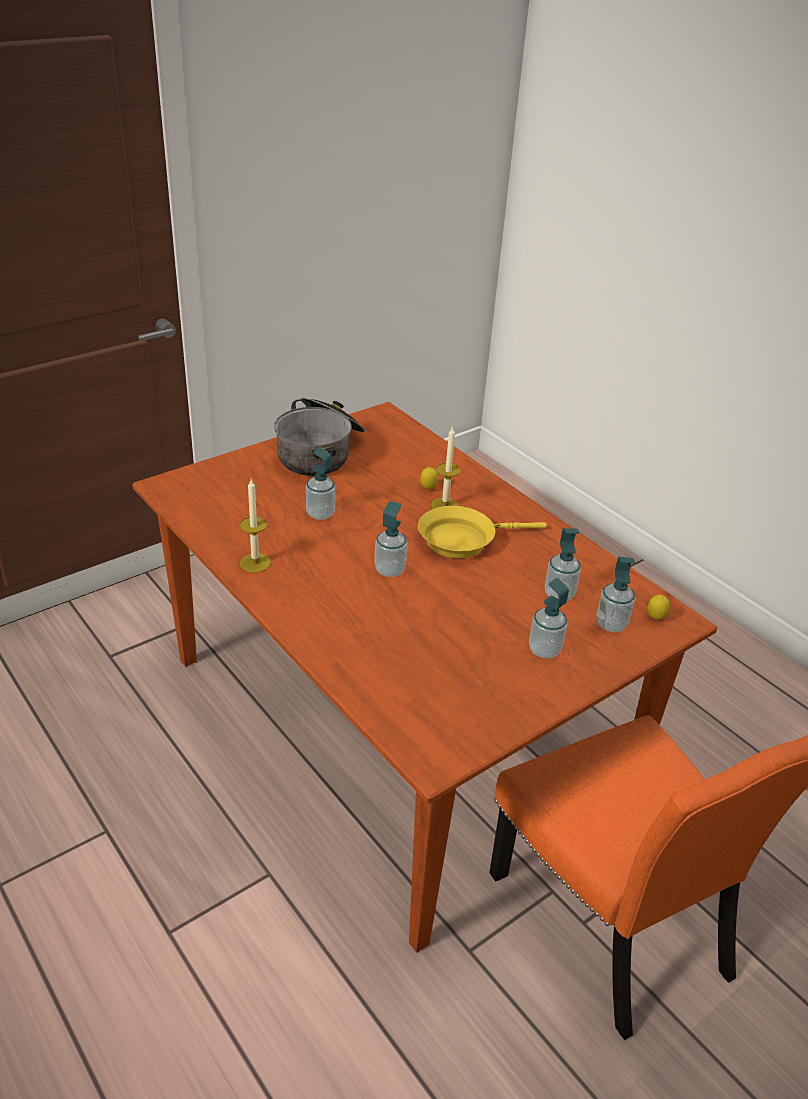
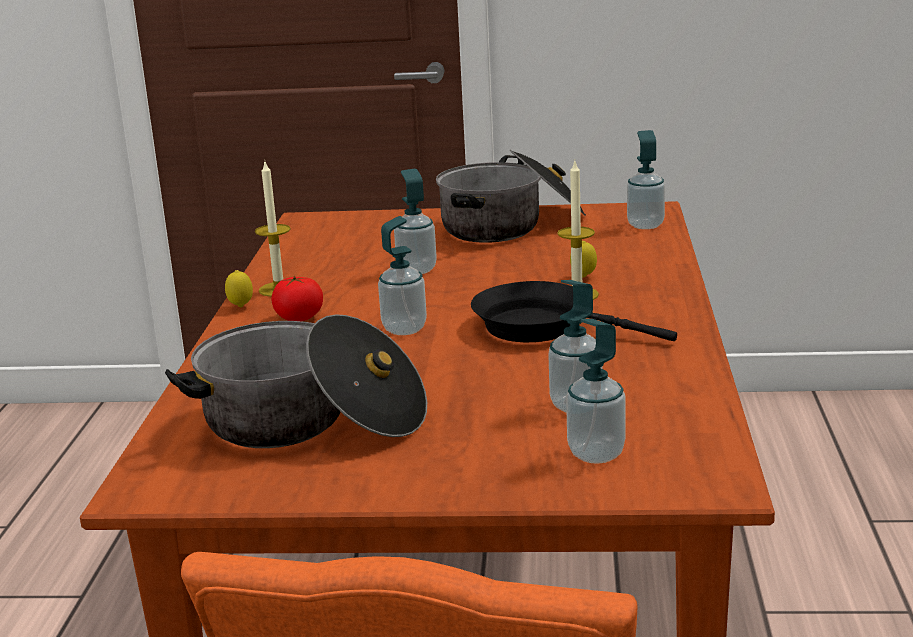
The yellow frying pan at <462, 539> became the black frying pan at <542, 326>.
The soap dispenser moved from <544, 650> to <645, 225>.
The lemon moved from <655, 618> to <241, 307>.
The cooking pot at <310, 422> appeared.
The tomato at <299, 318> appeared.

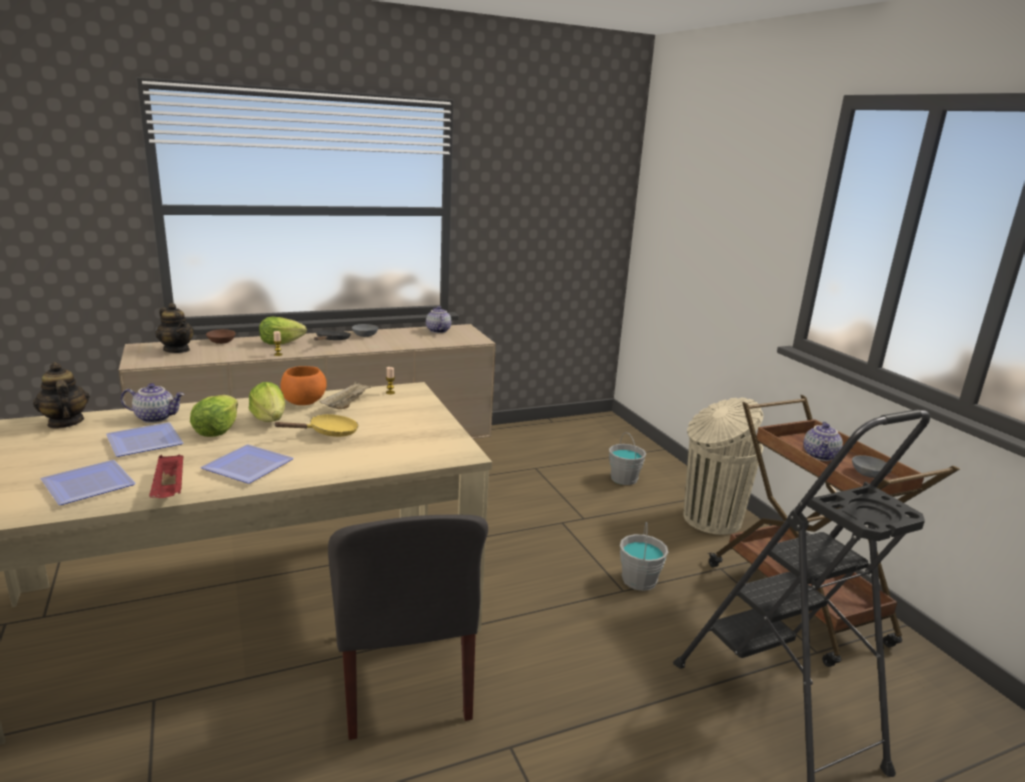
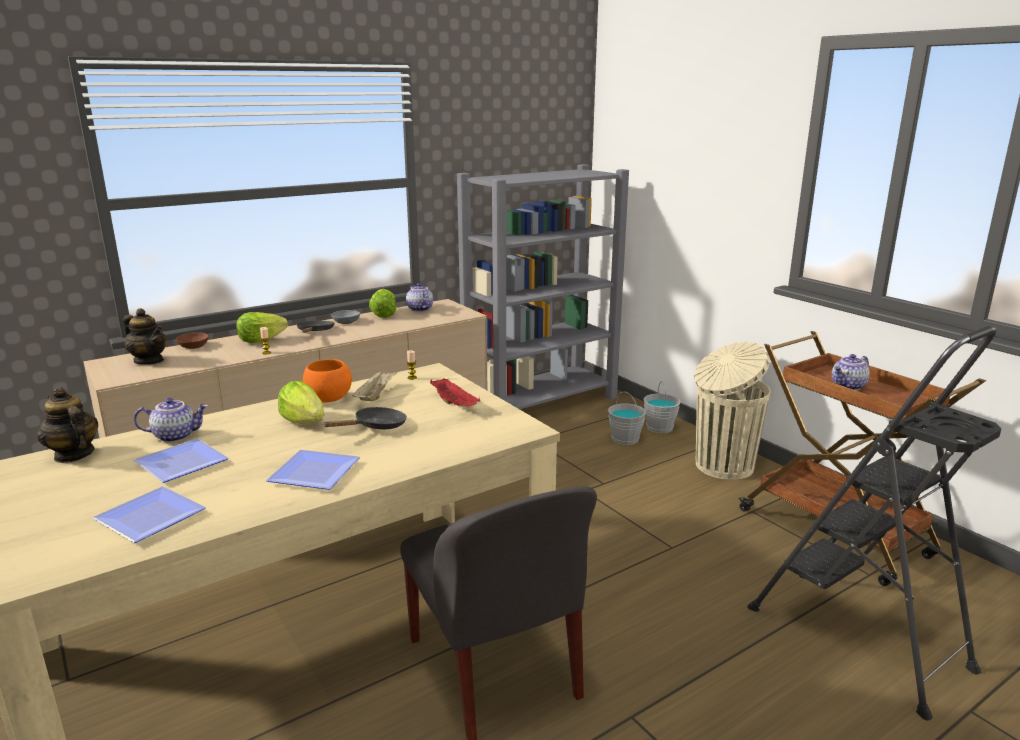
The red tray moved from <170, 490> to <455, 404>.
The lettuce moved from <217, 431> to <384, 315>.
The yellow frying pan at <328, 433> became the black frying pan at <376, 427>.
The grey bucket moved from <638, 580> to <659, 427>.
The teapot at <821, 456> turned 45 degrees clockwise.
The grey bowl at <870, 473> disappeared.
The grey bookcase at <541, 403> appeared.

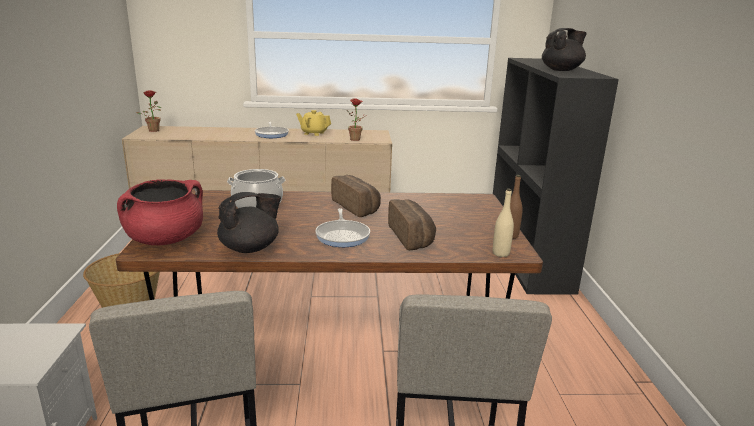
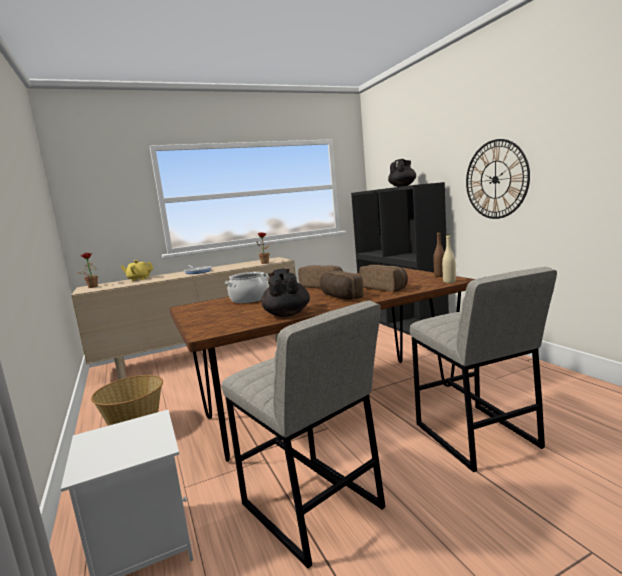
The red cooking pot at <166, 239> disappeared.
The black teapot at <250, 248> turned 45 degrees counterclockwise.
The yellow teapot moved from <313, 133> to <139, 279>.
The frying pan at <343, 235> was replaced by the bread at <339, 297>.
The wall clock at <495, 179> appeared.

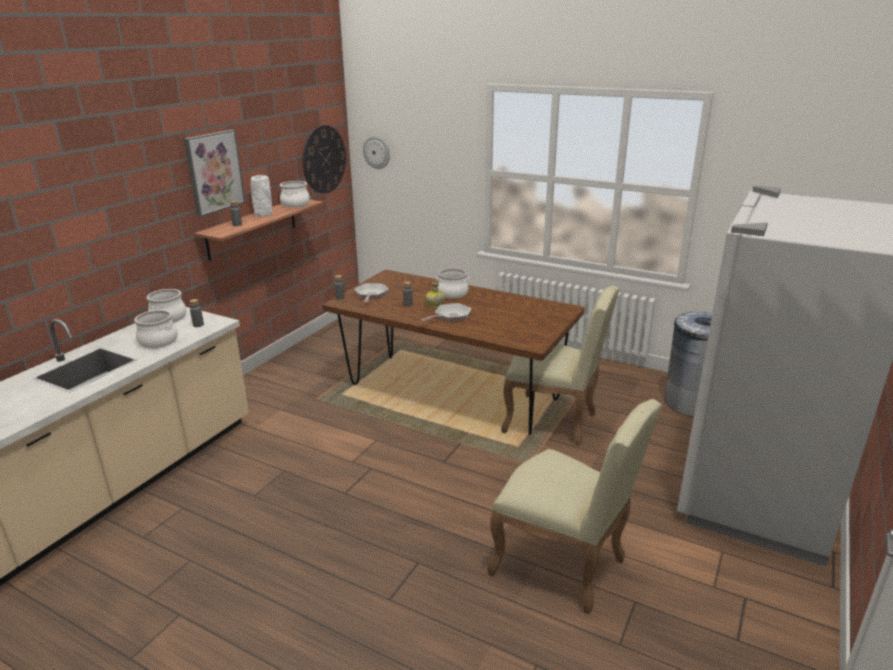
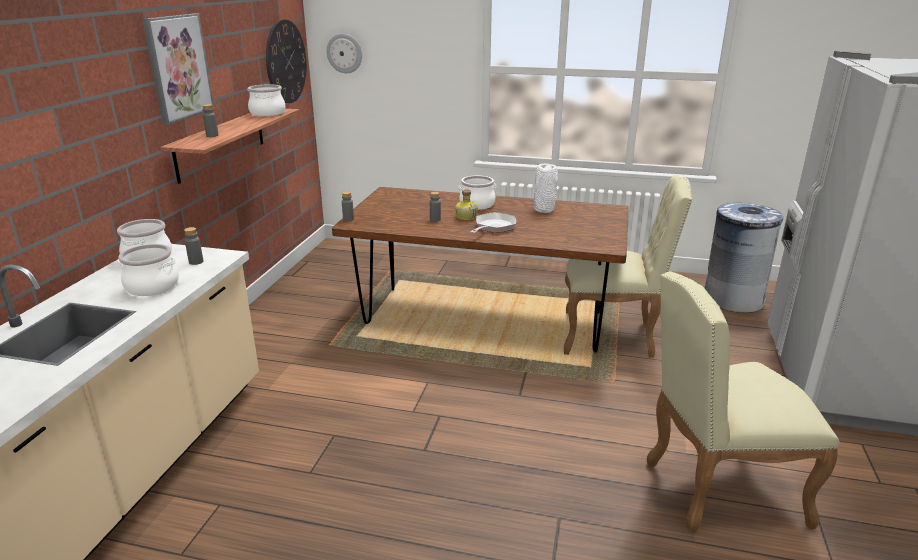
The white vase moved from <263, 214> to <543, 210>.
The frying pan at <371, 295> disappeared.
The beige chair at <562, 565> turned 150 degrees clockwise.

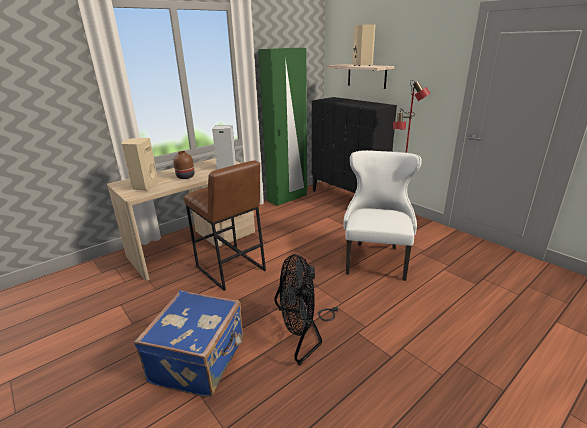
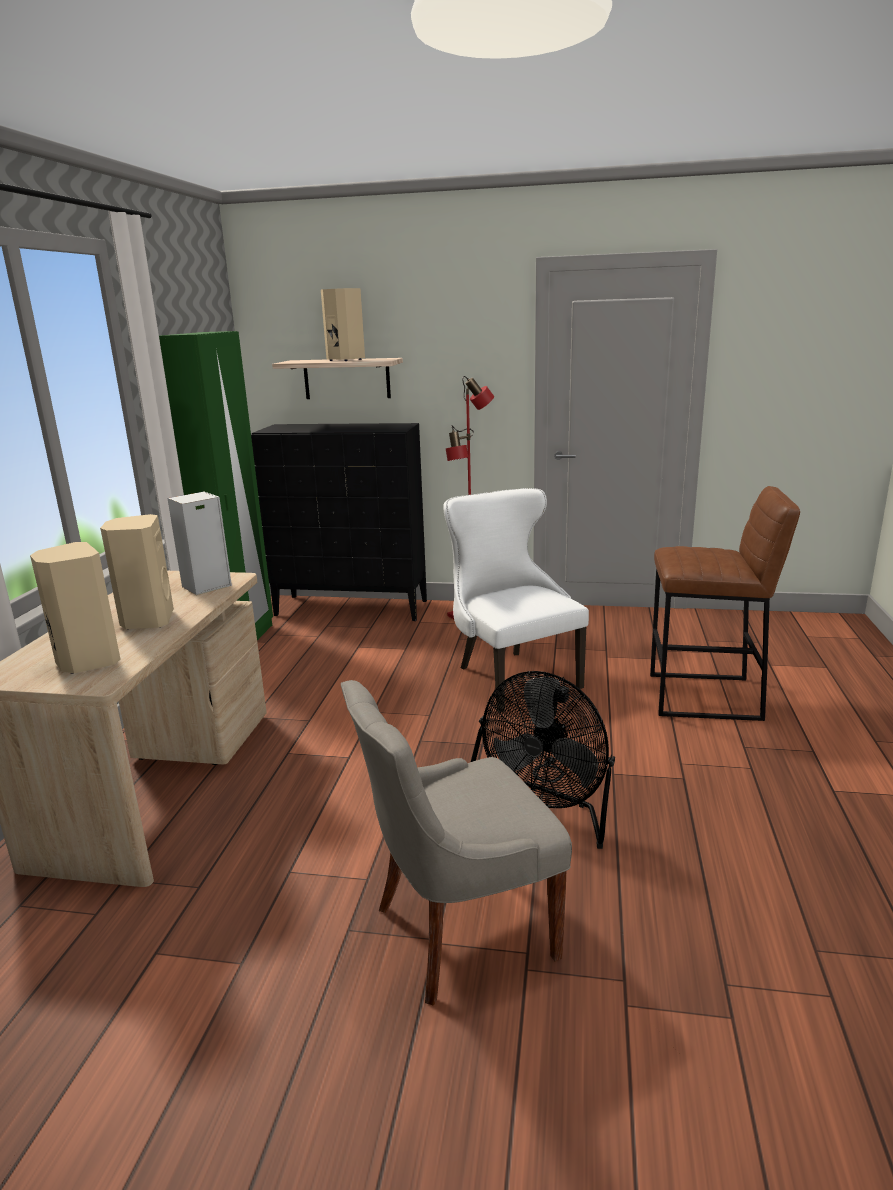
The blue suitcase at <200, 360> was replaced by the grey chair at <459, 931>.
The brown vase at <185, 176> was replaced by the beige speaker at <147, 621>.
The brown stool moved from <231, 269> to <706, 696>.

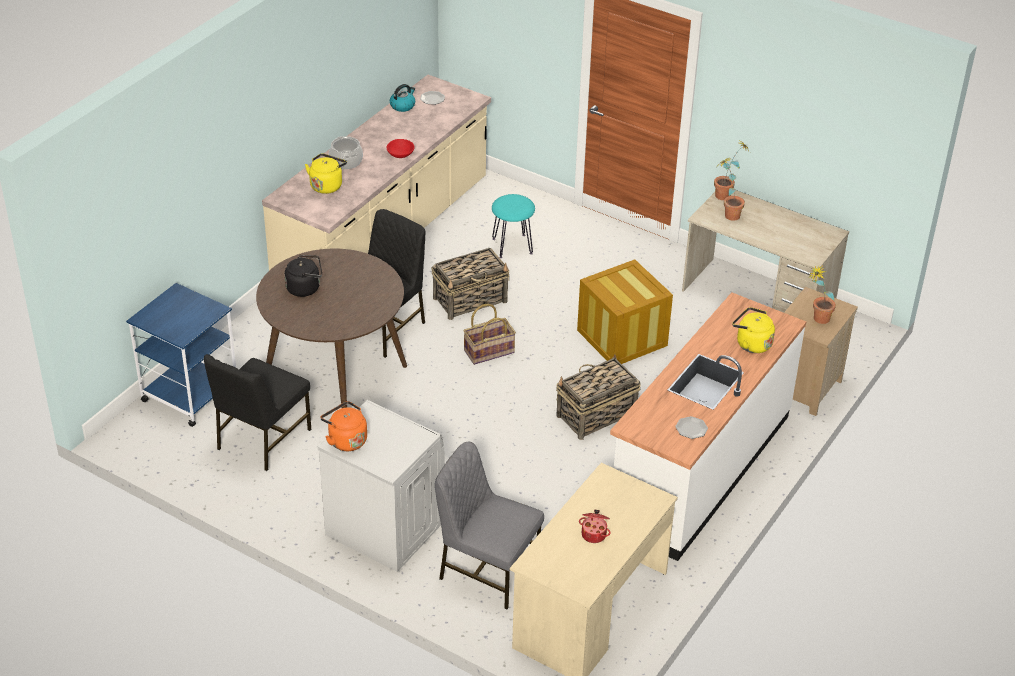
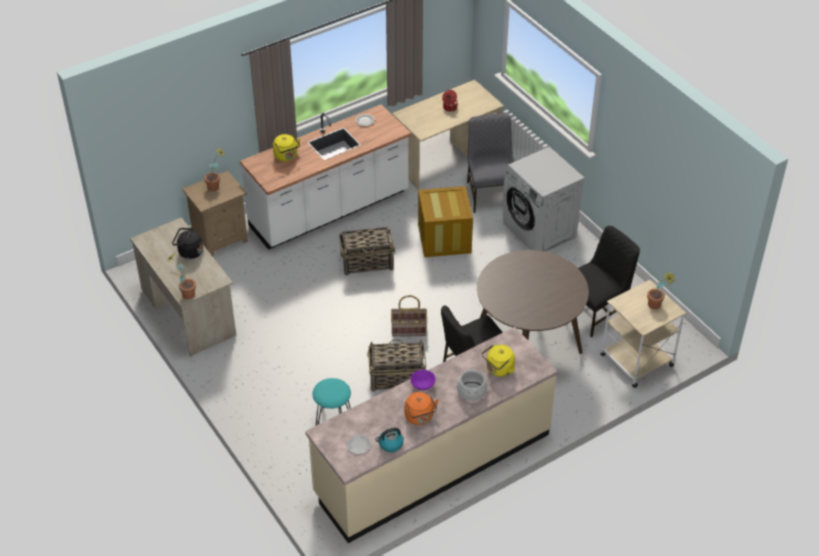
The blue cart at <191, 393> became the beige cart at <636, 361>.
The black kettle moved from <305, 288> to <189, 252>.
The orange kettle moved from <345, 440> to <420, 417>.
The red bowl at <400, 155> became the purple bowl at <422, 384>.
The grey chair at <487, 570> turned 150 degrees counterclockwise.
The crate moved from <622, 338> to <444, 238>.
The potted plant moved from <727, 214> to <656, 307>.

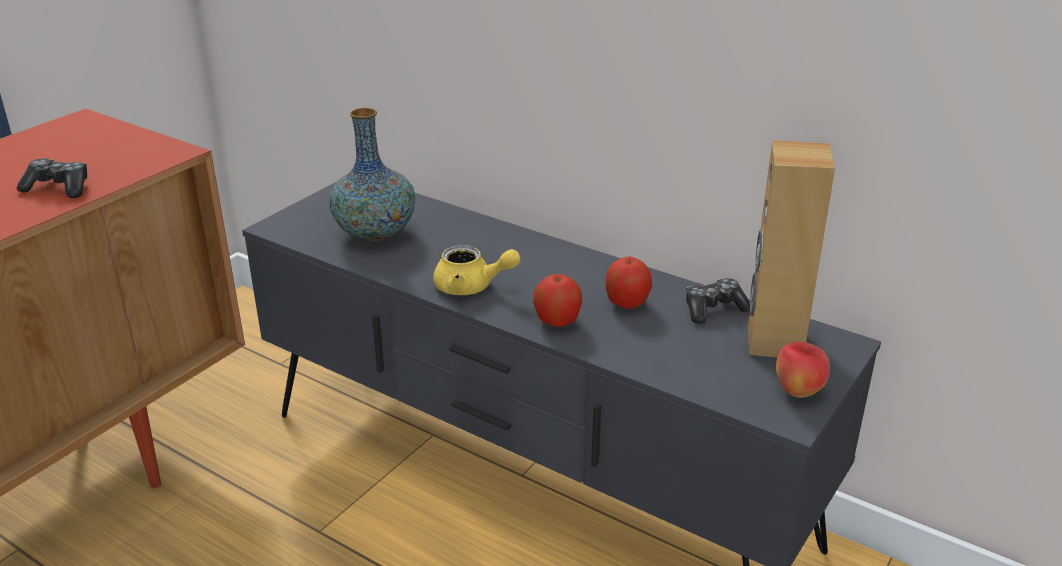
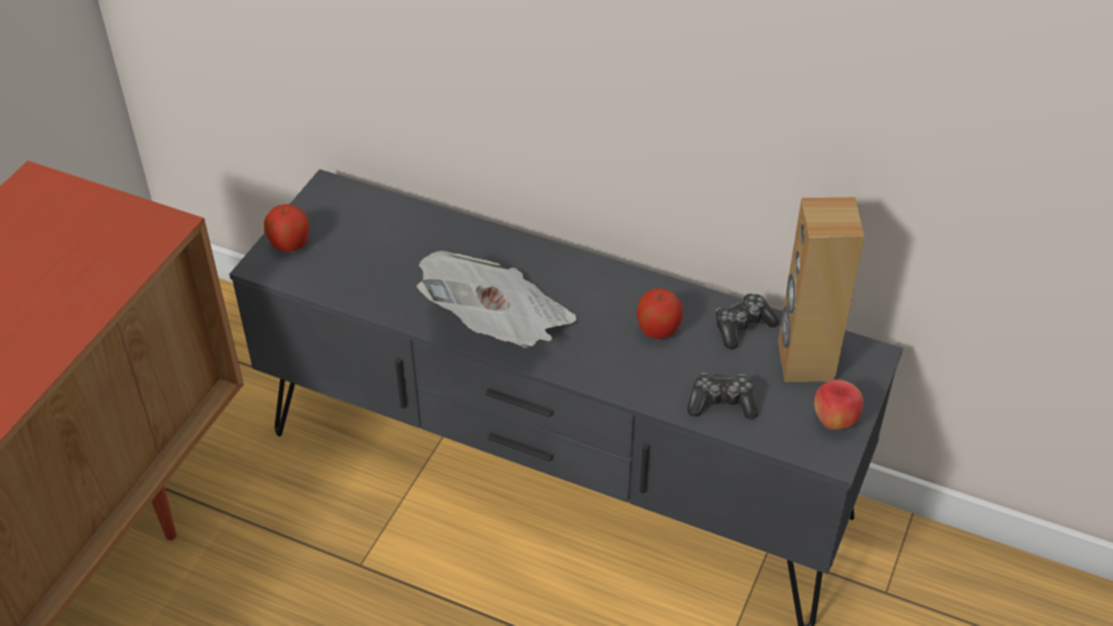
The game controller moved from <59, 188> to <721, 403>.
The vase at <376, 232> disappeared.
The yellow teapot at <471, 287> was replaced by the newspaper at <499, 327>.
The apple moved from <557, 321> to <290, 244>.

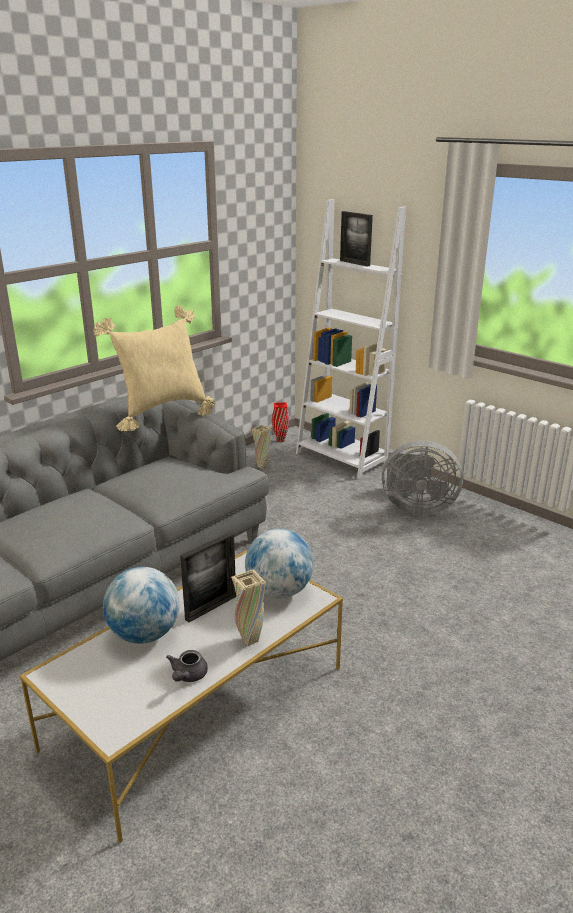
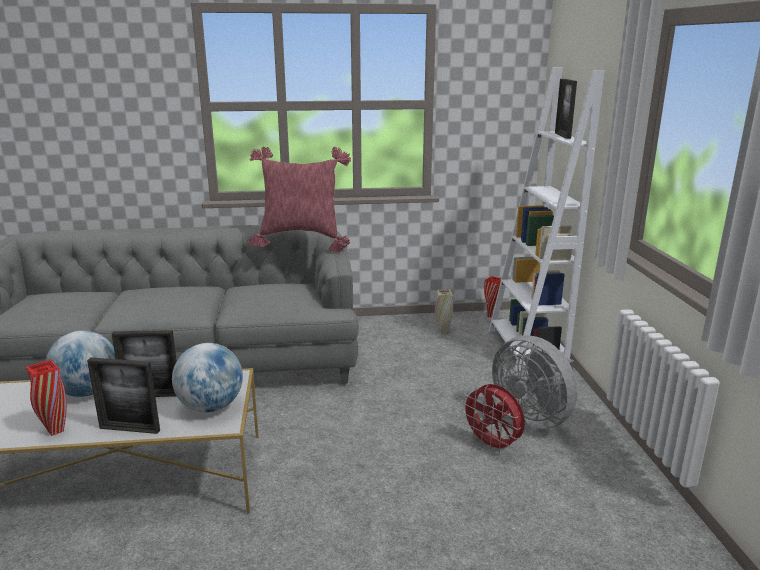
The beige pillow at <161, 419> became the red pillow at <301, 246>.
The grey teapot at <187, 676> was replaced by the red vase at <55, 431>.
The beige vase at <250, 640> was replaced by the picture frame at <129, 429>.
The red fan at <492, 445> appeared.

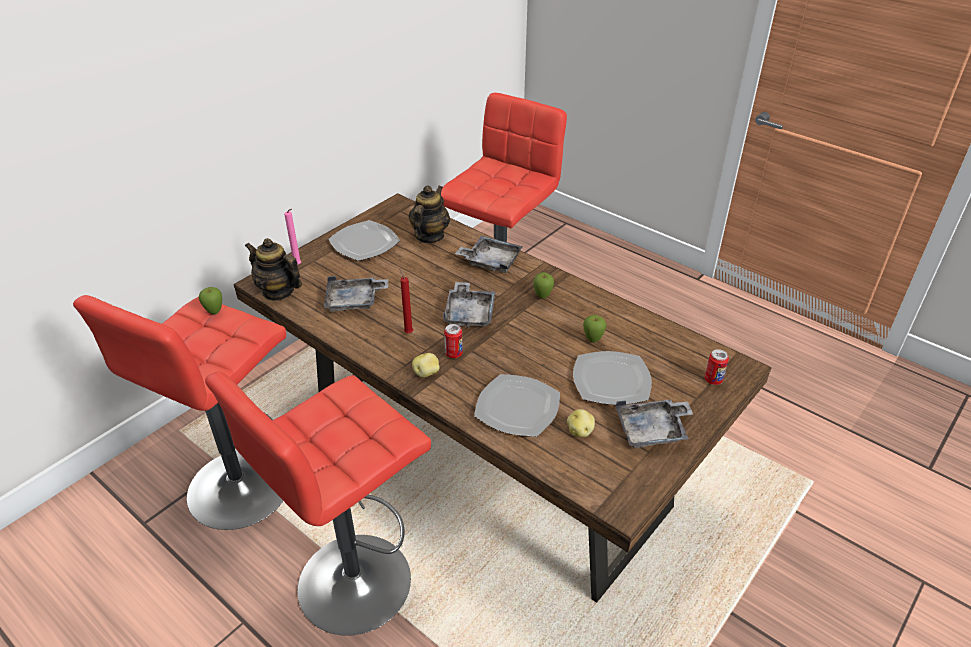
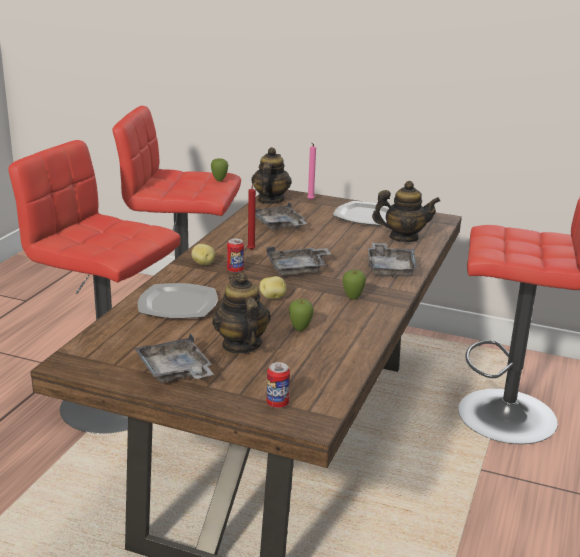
The potato moved from <580, 431> to <273, 297>.
The plate at <612, 381> was replaced by the teapot at <241, 345>.

